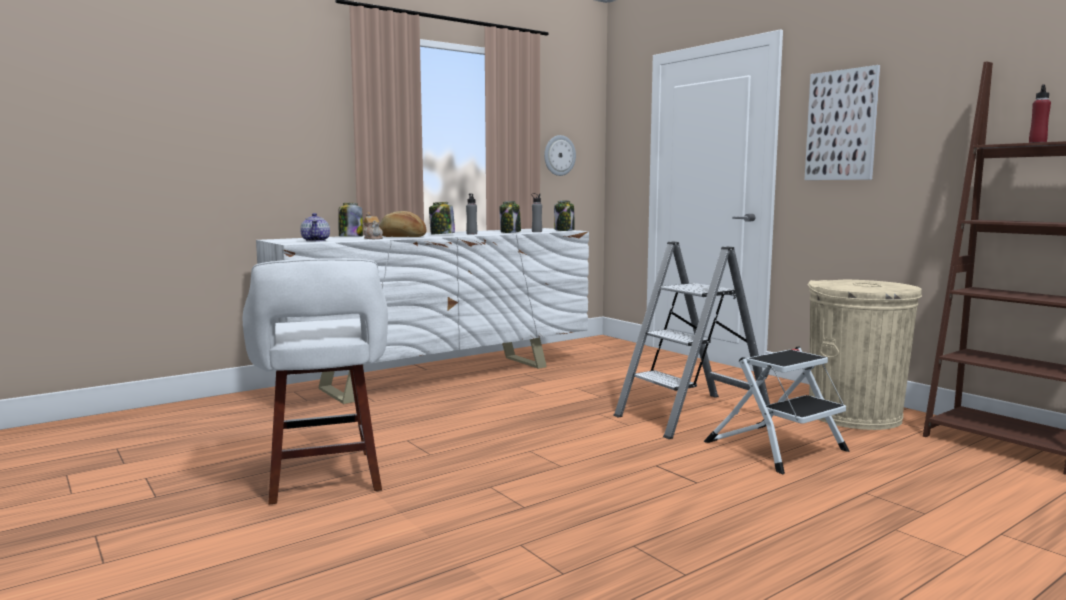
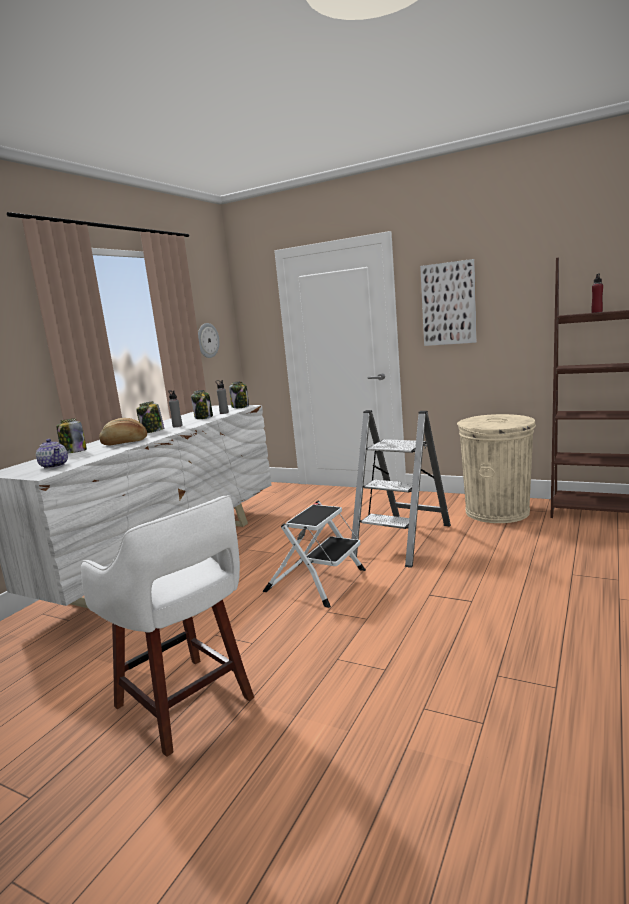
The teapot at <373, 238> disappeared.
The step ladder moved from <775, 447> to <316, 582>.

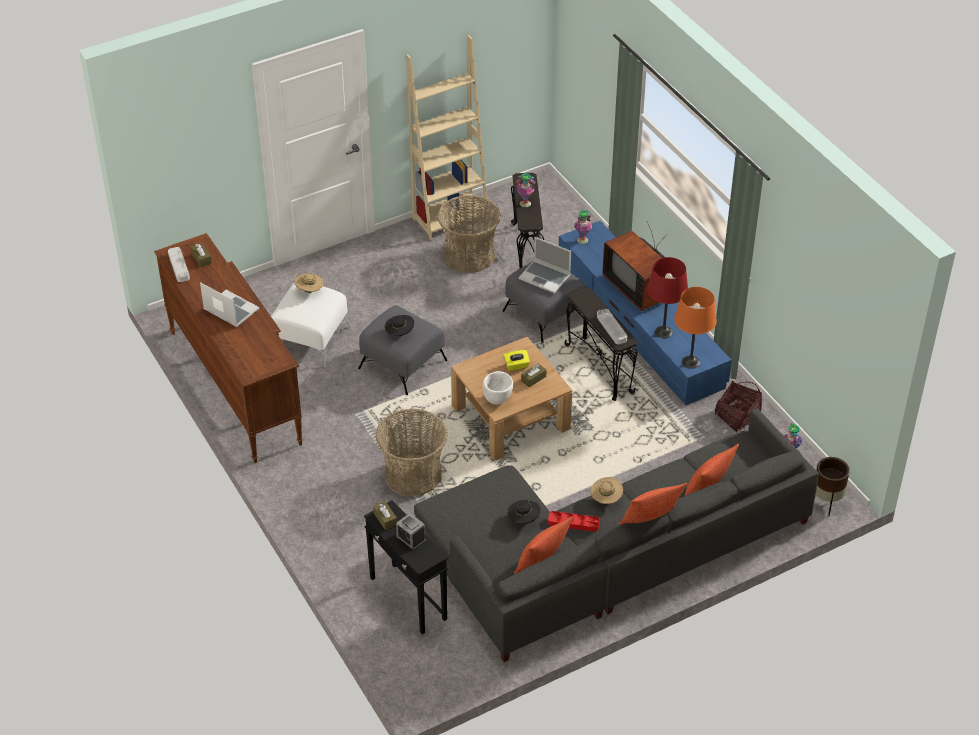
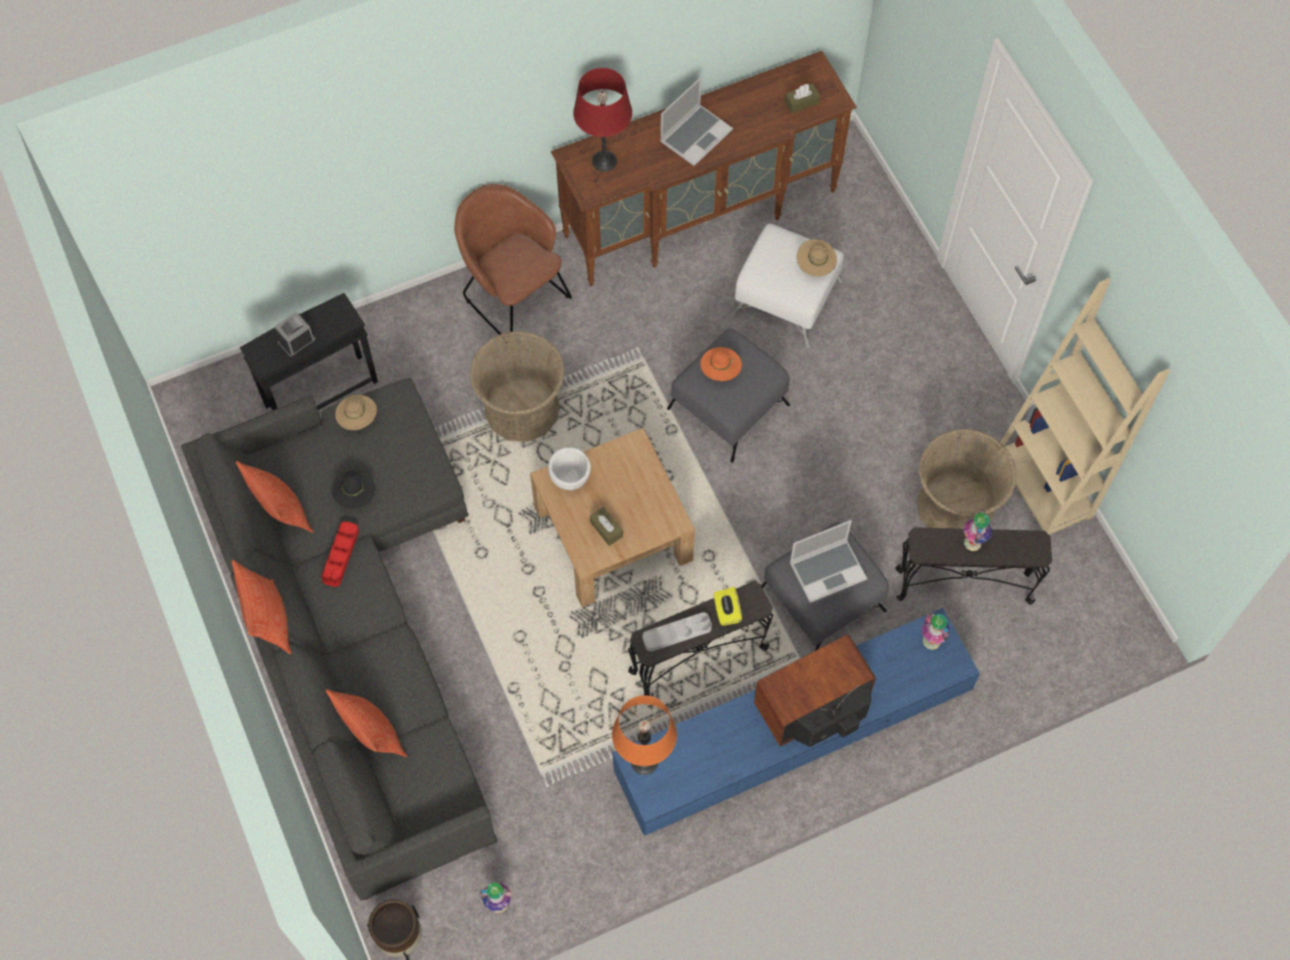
The grey tray at <179, 266> disappeared.
The brown tissue box at <385, 519> disappeared.
The black hat at <399, 333> became the orange hat at <720, 371>.
The yellow tissue box moved from <516, 366> to <727, 611>.
The laptop at <545, 277> turned 150 degrees counterclockwise.
The beige hat moved from <606, 499> to <358, 419>.
The red table lamp moved from <663, 332> to <604, 161>.
The basket at <736, 417> disappeared.
The brown armchair at <513, 294> appeared.

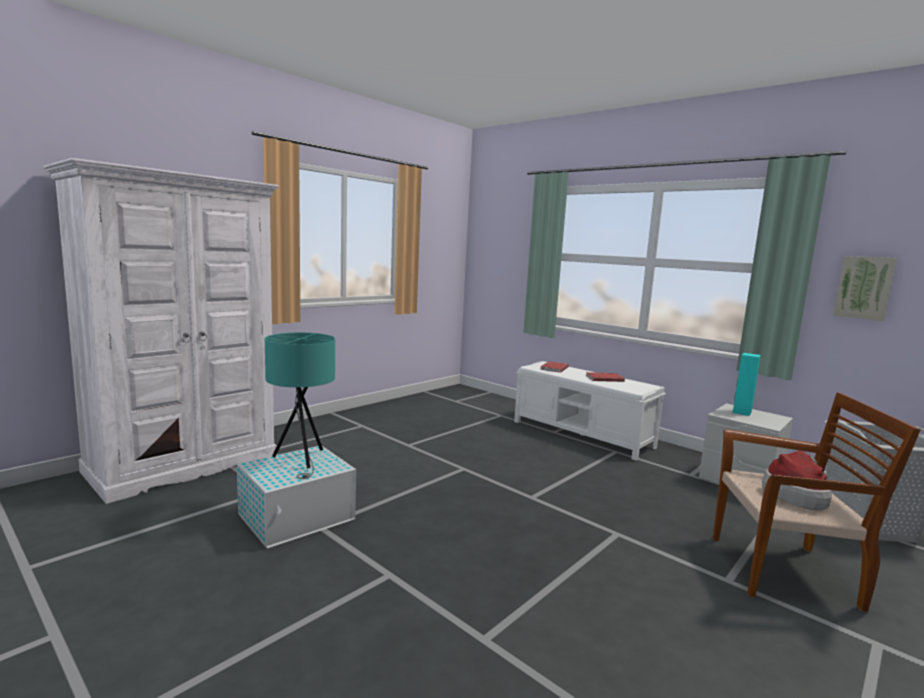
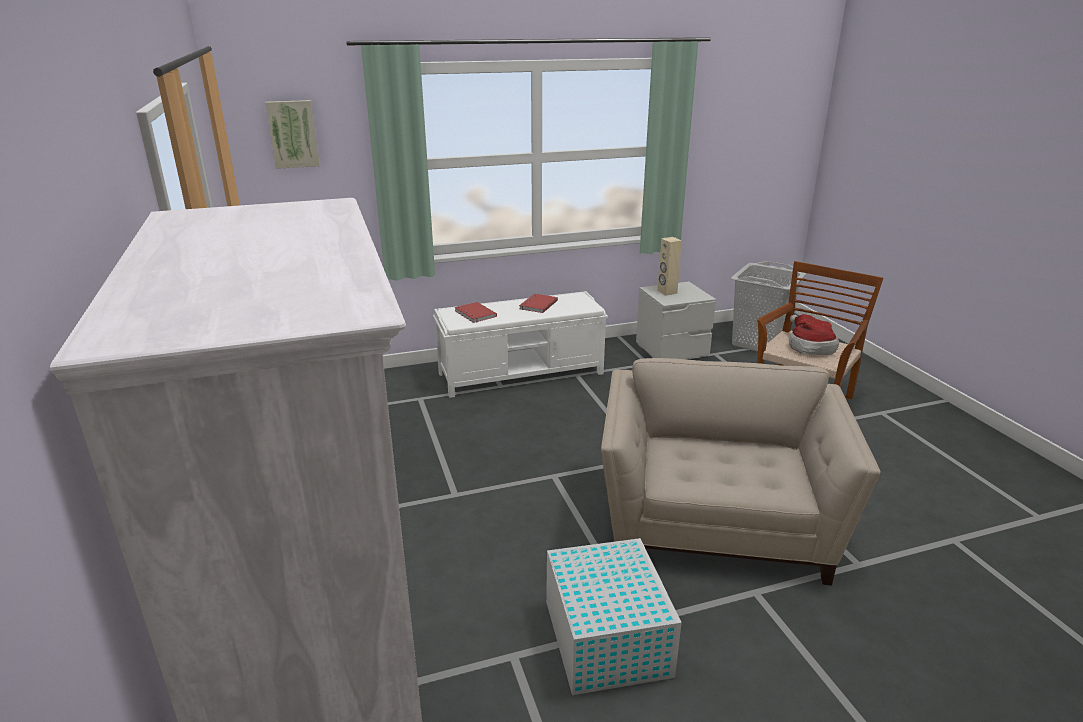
The turquoise table lamp at <301, 460> disappeared.
The turquoise speaker at <741, 412> became the beige speaker at <667, 292>.
The picture moved from <864, 287> to <293, 134>.
The beige armchair at <716, 521> appeared.

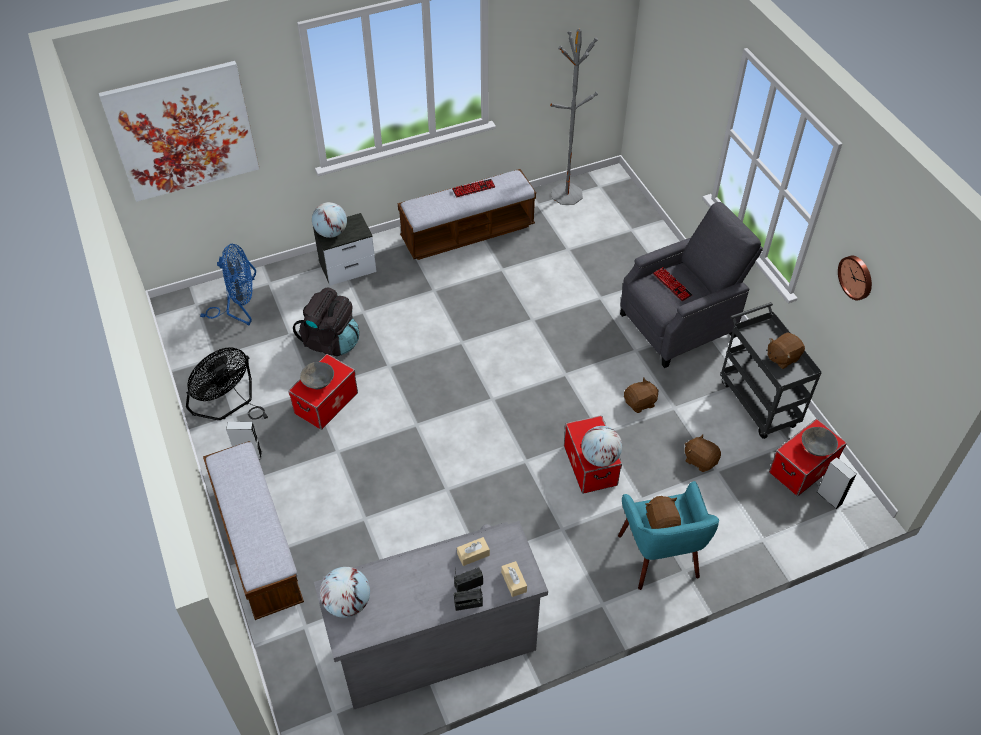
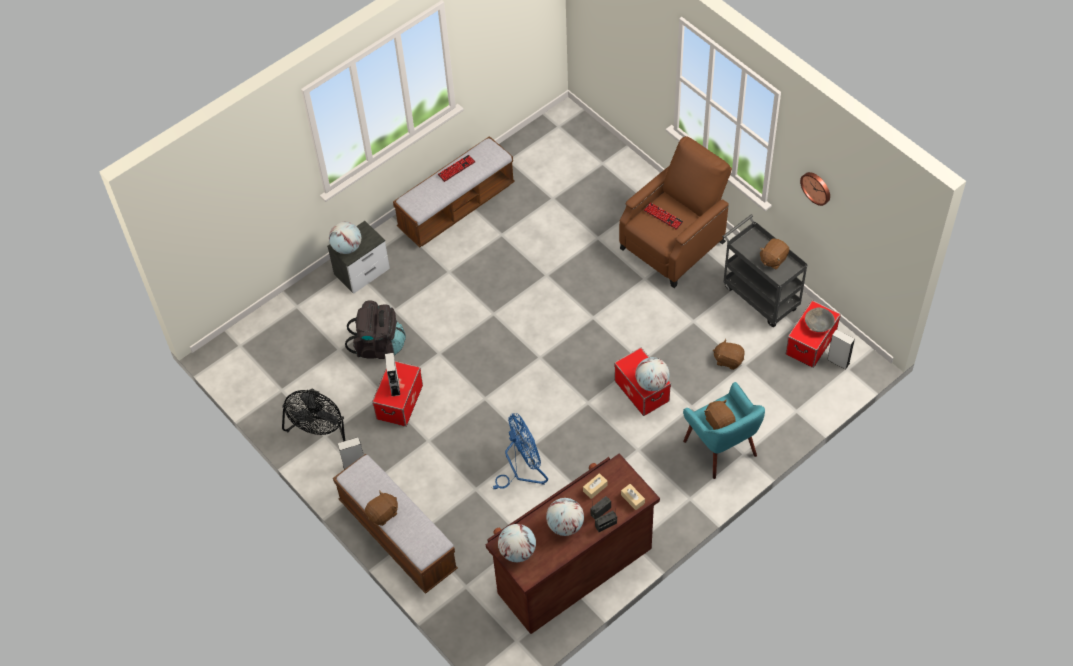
The picture at <183, 131> disappeared.
The black fan at <232, 403> turned 105 degrees counterclockwise.
The blue fan moved from <237, 303> to <520, 465>.
The grey bowl at <319, 382> was replaced by the grey speaker at <394, 386>.
The grey dresser at <435, 643> became the brown dresser at <572, 567>.
The grey clothes rack at <567, 194> disappeared.
The grey armchair at <681, 324> became the brown armchair at <675, 243>.
The brown plush toy moved from <640, 403> to <383, 514>.
The globe at <565, 525> appeared.

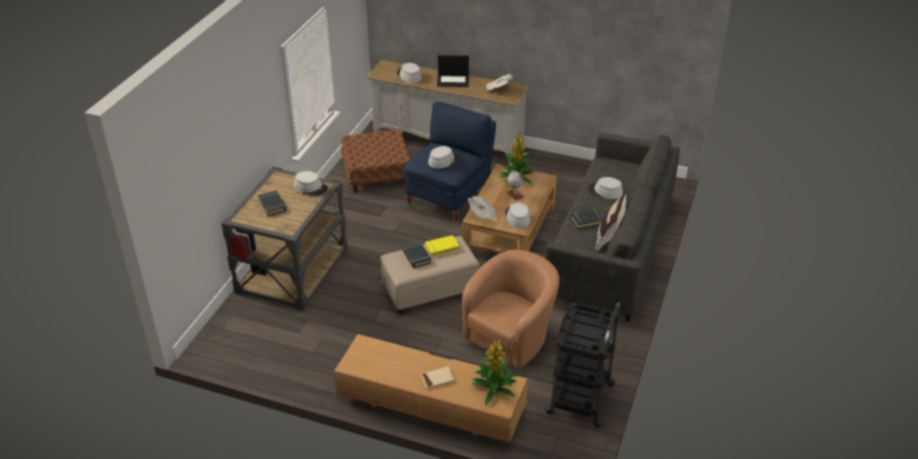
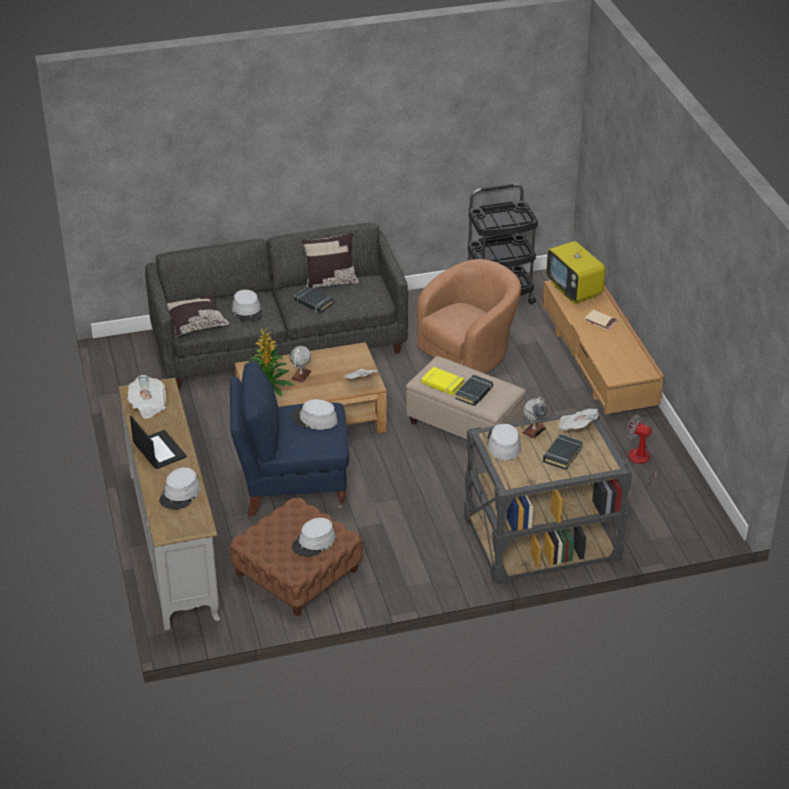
The brown armchair at <511, 337> turned 135 degrees clockwise.
The potted plant at <494, 389> was replaced by the television at <574, 291>.
The grey hat moved from <517, 217> to <314, 542>.
The pillow at <196, 323> appeared.
The globe at <533, 430> appeared.
The newspaper at <576, 427> appeared.
The fan at <641, 462> appeared.

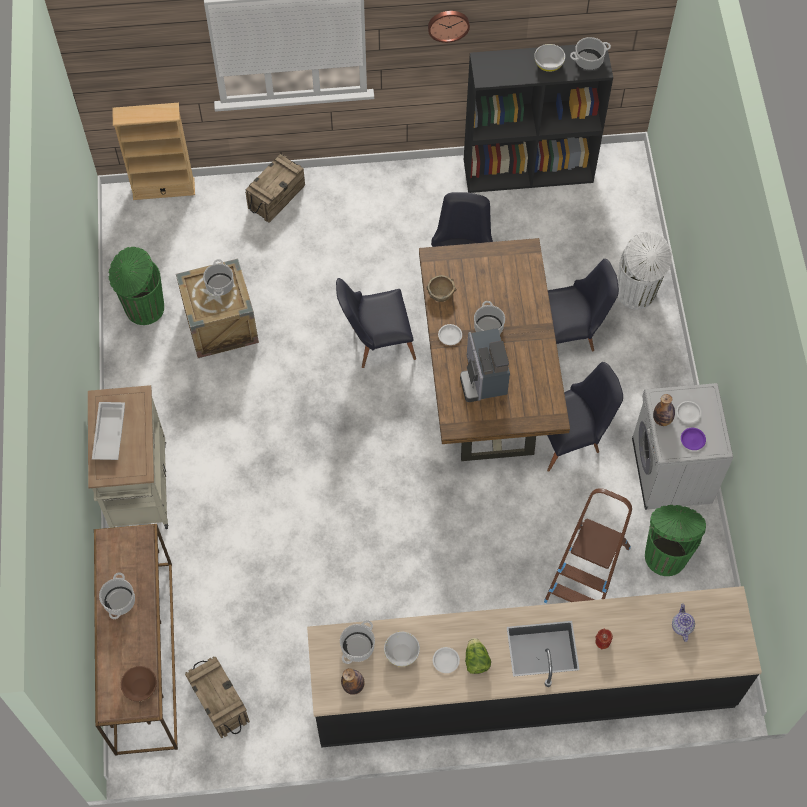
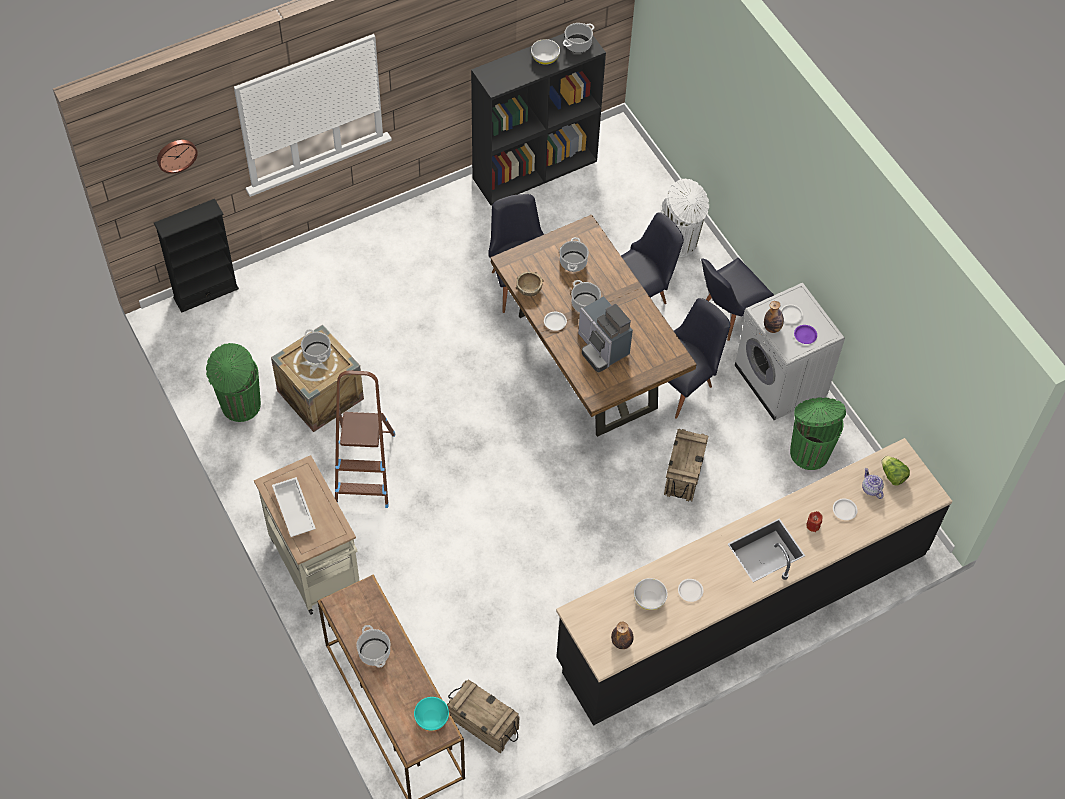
The beige bookcase at <163, 189> became the black bookcase at <206, 293>.
The brown bowl at <140, 687> became the turquoise bowl at <431, 718>.
The crate moved from <276, 197> to <683, 473>.
The black chair moved from <376, 342> to <727, 315>.
The cooking pot moved from <357, 646> to <573, 262>.
The wall clock moved from <448, 24> to <176, 154>.
The lettuce moved from <476, 660> to <892, 475>.
The brown step ladder moved from <587, 575> to <365, 469>.
The white plate at <844, 510> appeared.

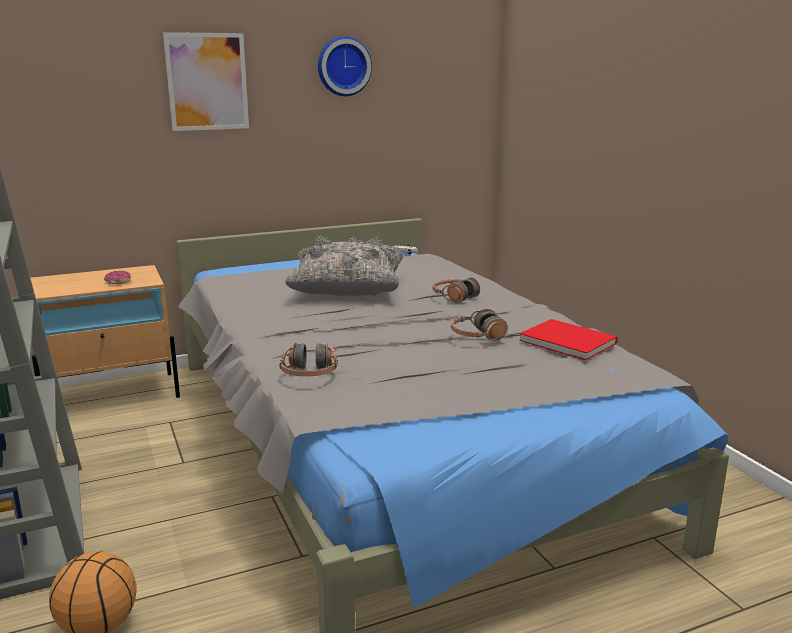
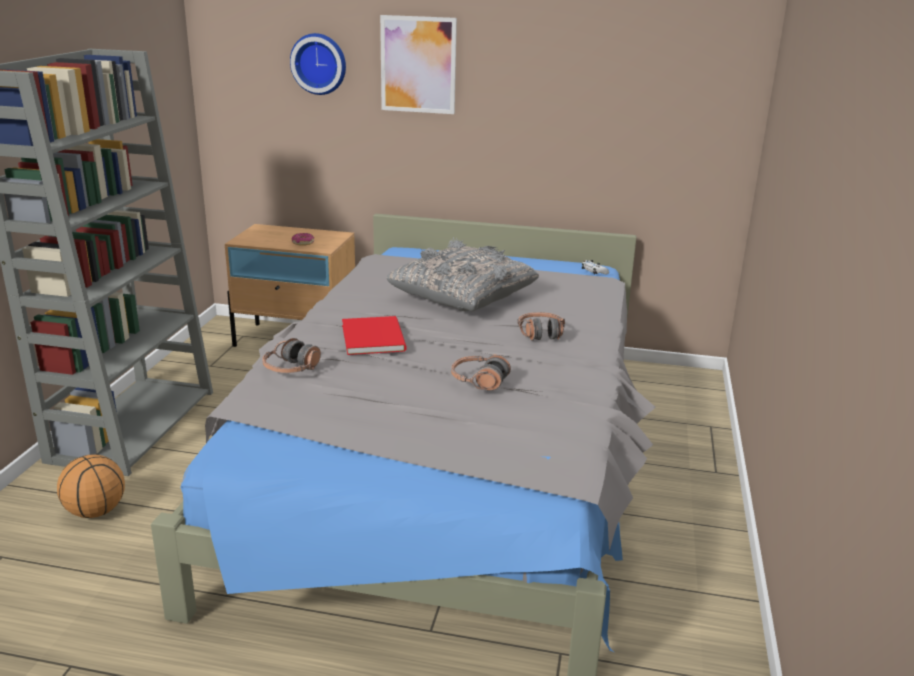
The wall clock moved from <343, 66> to <319, 63>.
The red book moved from <566, 340> to <375, 337>.

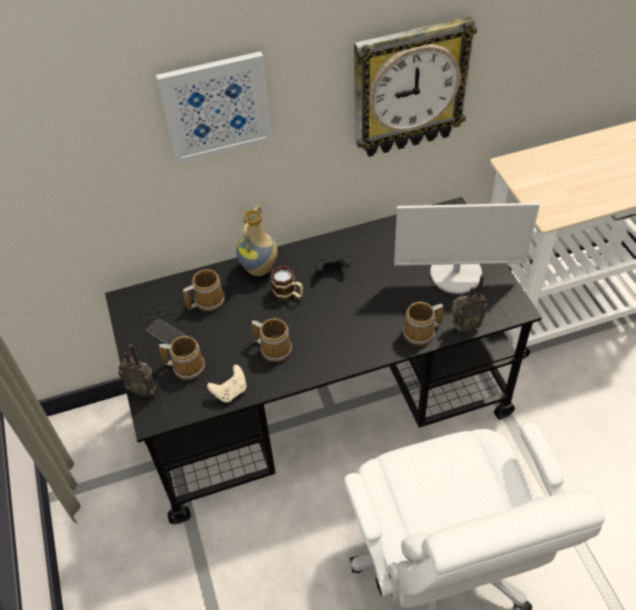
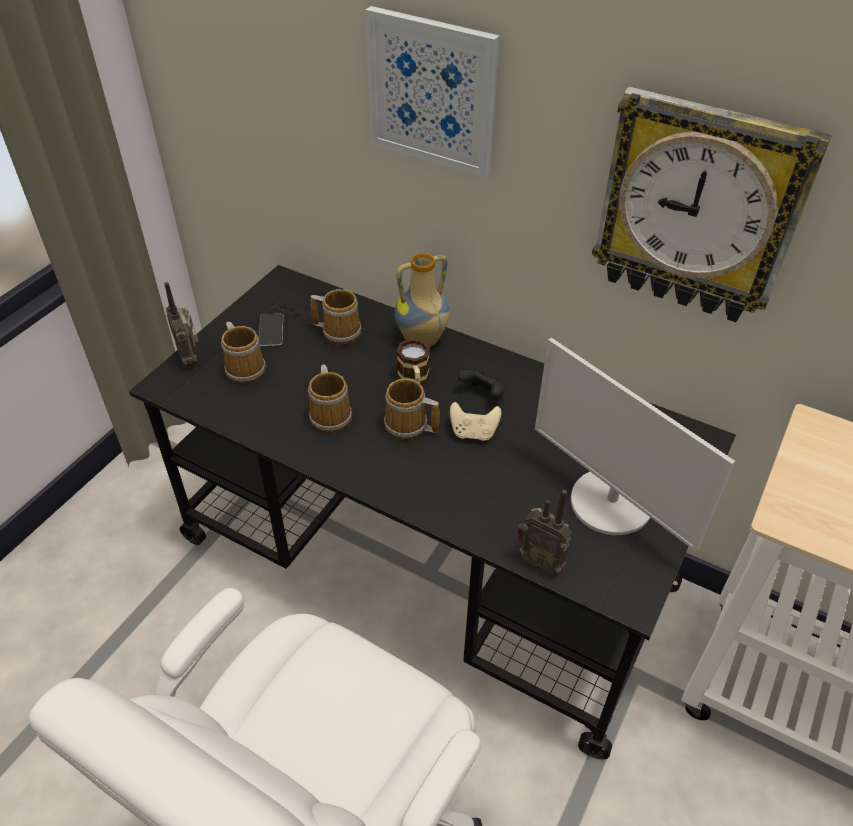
The beige game controller moved from <230, 392> to <473, 432>.
The mug moved from <421, 334> to <408, 427>.

